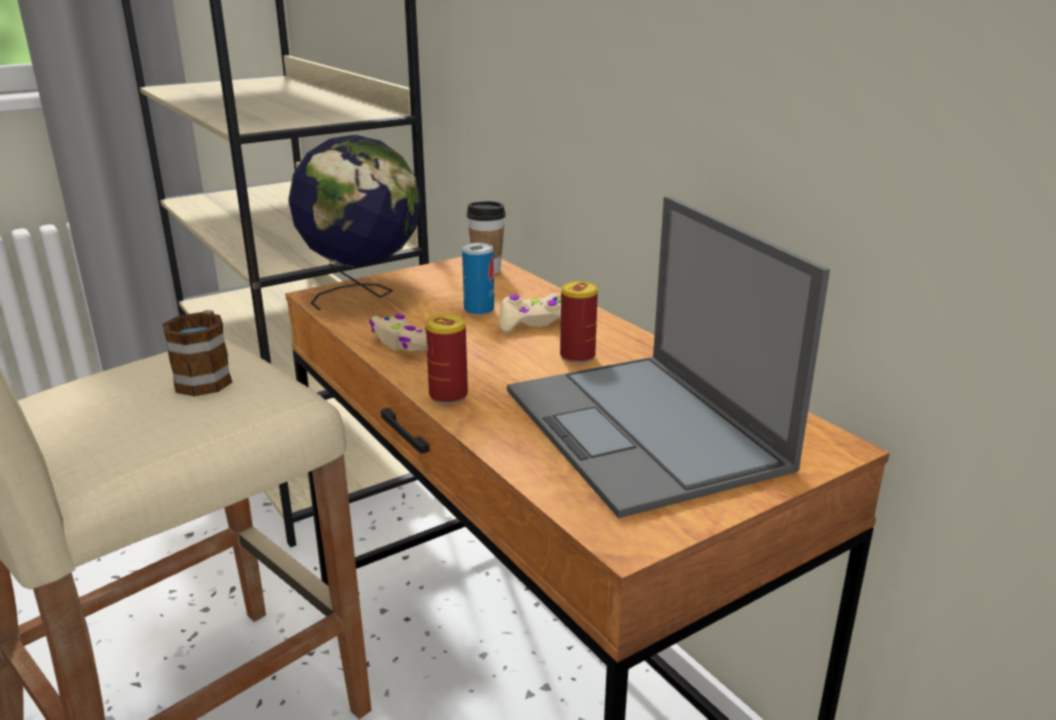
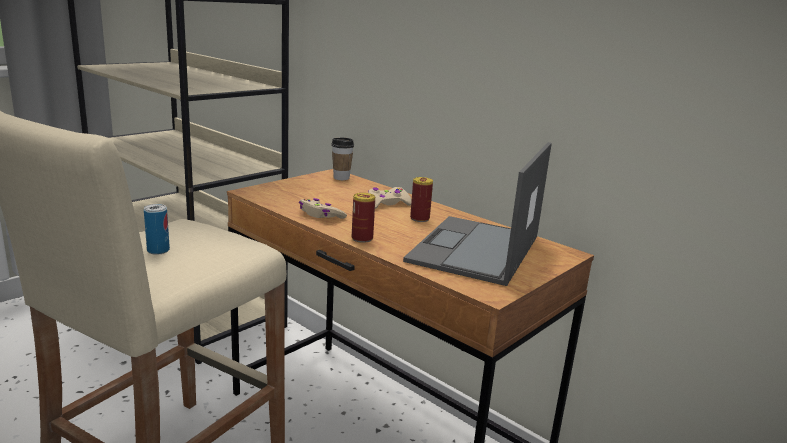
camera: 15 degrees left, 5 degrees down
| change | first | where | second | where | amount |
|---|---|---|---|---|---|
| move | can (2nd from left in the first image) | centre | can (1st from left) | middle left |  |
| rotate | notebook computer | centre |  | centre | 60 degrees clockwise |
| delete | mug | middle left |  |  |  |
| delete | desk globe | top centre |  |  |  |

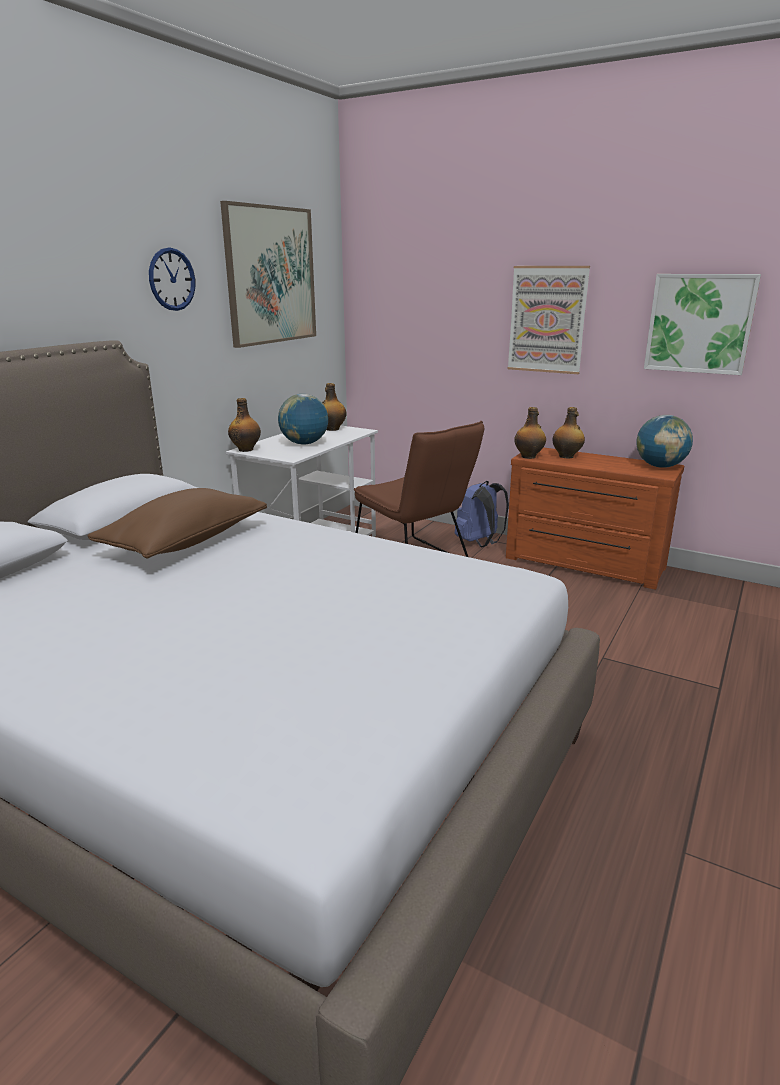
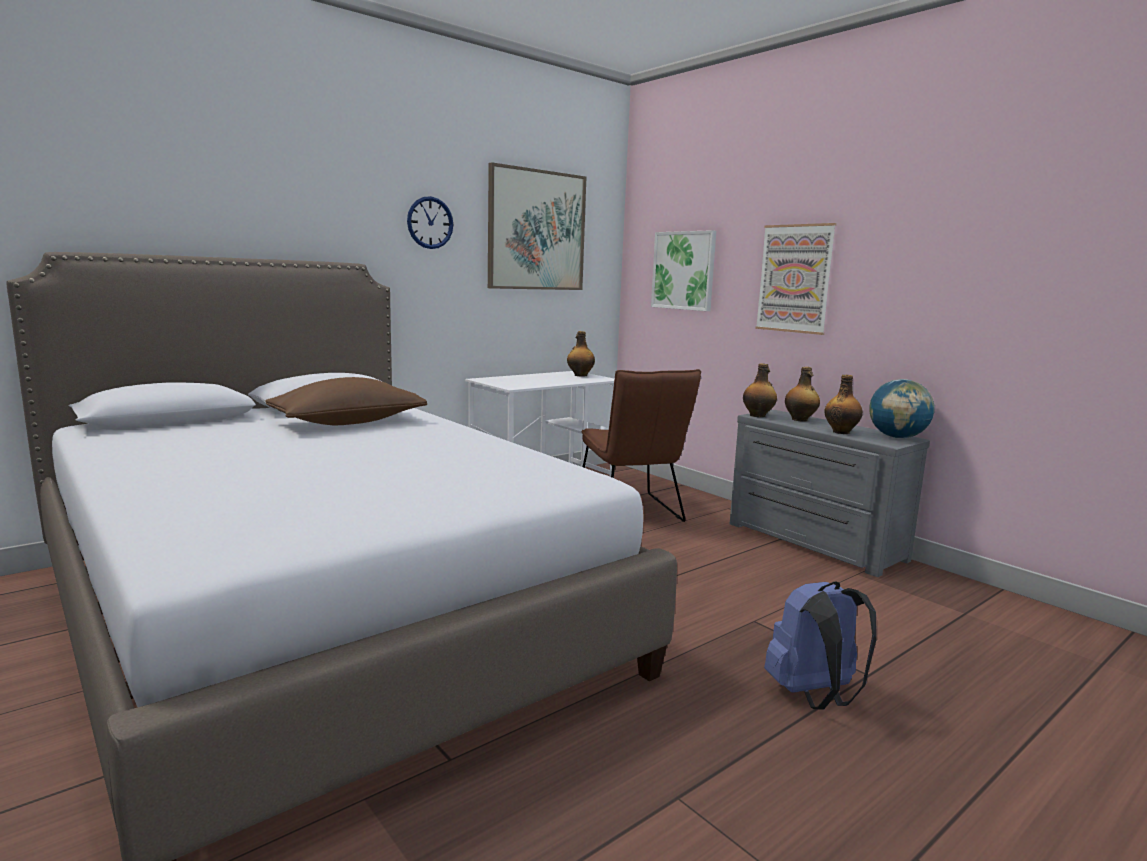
camera: 20 degrees right, 10 degrees down
| change | first | where | second | where | amount |
|---|---|---|---|---|---|
| move | wall art (3rd from left in the first image) | top right | wall art (2nd from left) | top centre |  |
| recolor | brown-coloured drawer chest | middle right | grey drawer chest | middle right |  |
| move | blue-coloured knapsack | centre |  | bottom right |  |
| move | drink bottle (1st from left in the first image) | middle left | drink bottle (4th from left) | middle right |  |
| delete | desk globe (1st from left) | centre |  |  |  |

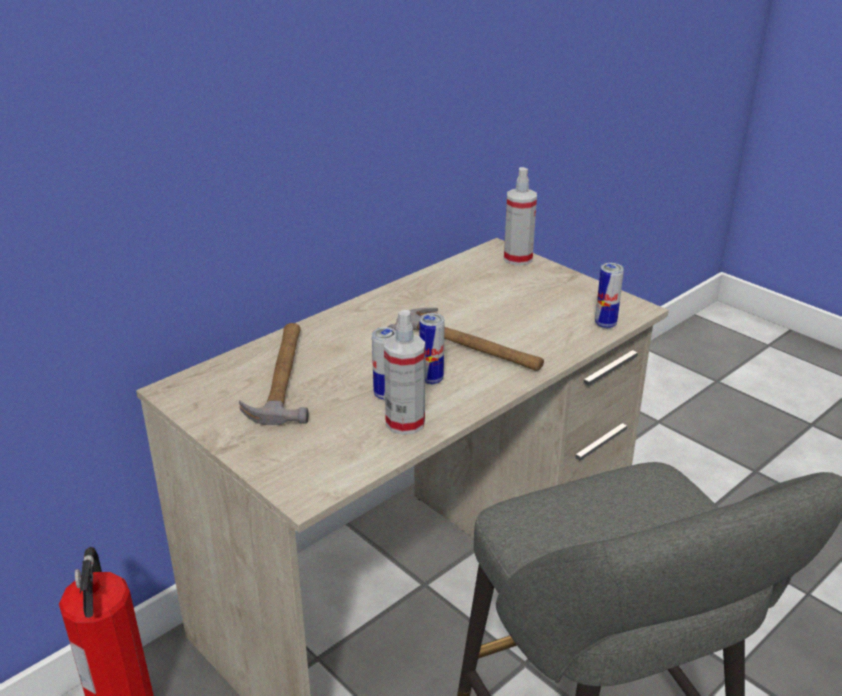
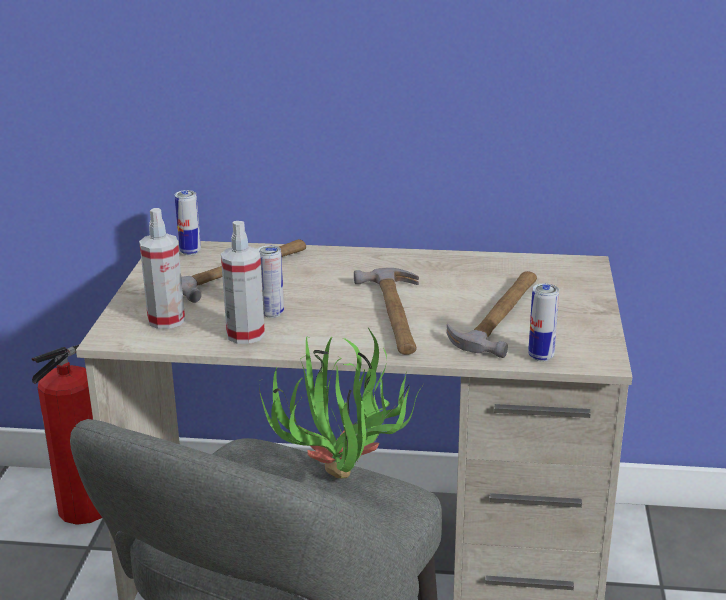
camera: 50 degrees right, 5 degrees down
| change | first | where | second | where | amount |
|---|---|---|---|---|---|
| move | spray bottle (2nd from left in the first image) | top centre | spray bottle (1st from left) | middle left |  |
| move | can (2nd from left in the first image) | centre | can (1st from left) | middle left |  |
| insert |  |  | houseplant | bottom centre |  |
| insert |  |  | hammer (3rd from left) | middle right |  |

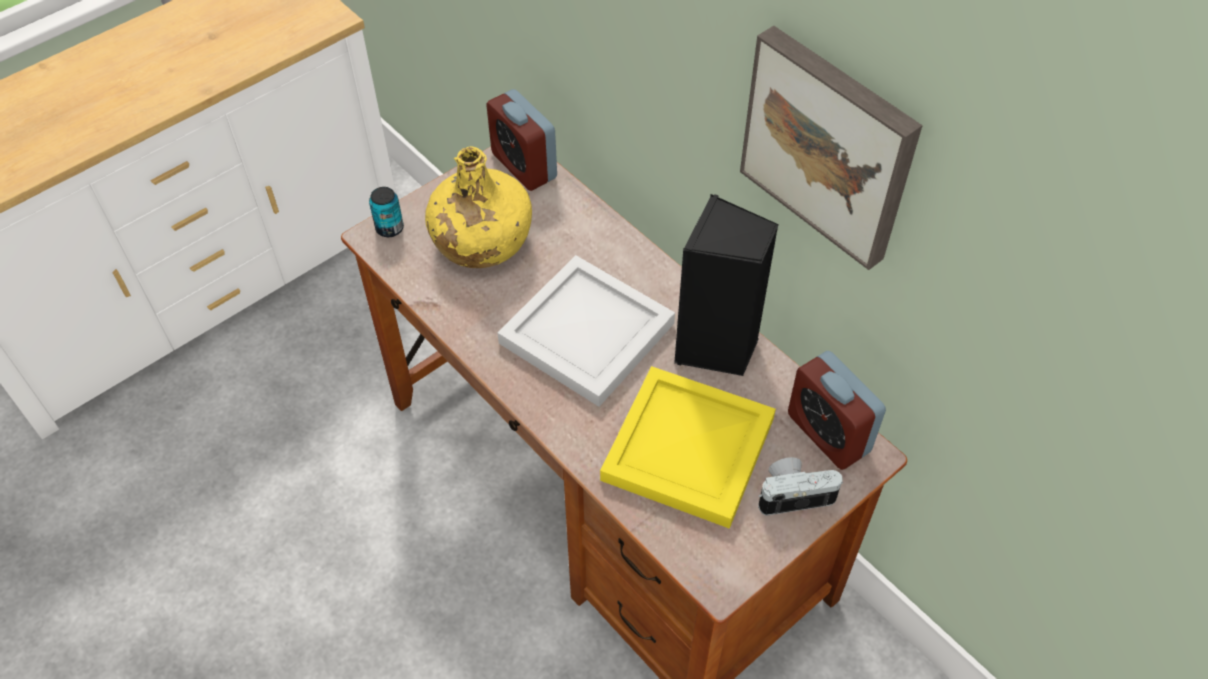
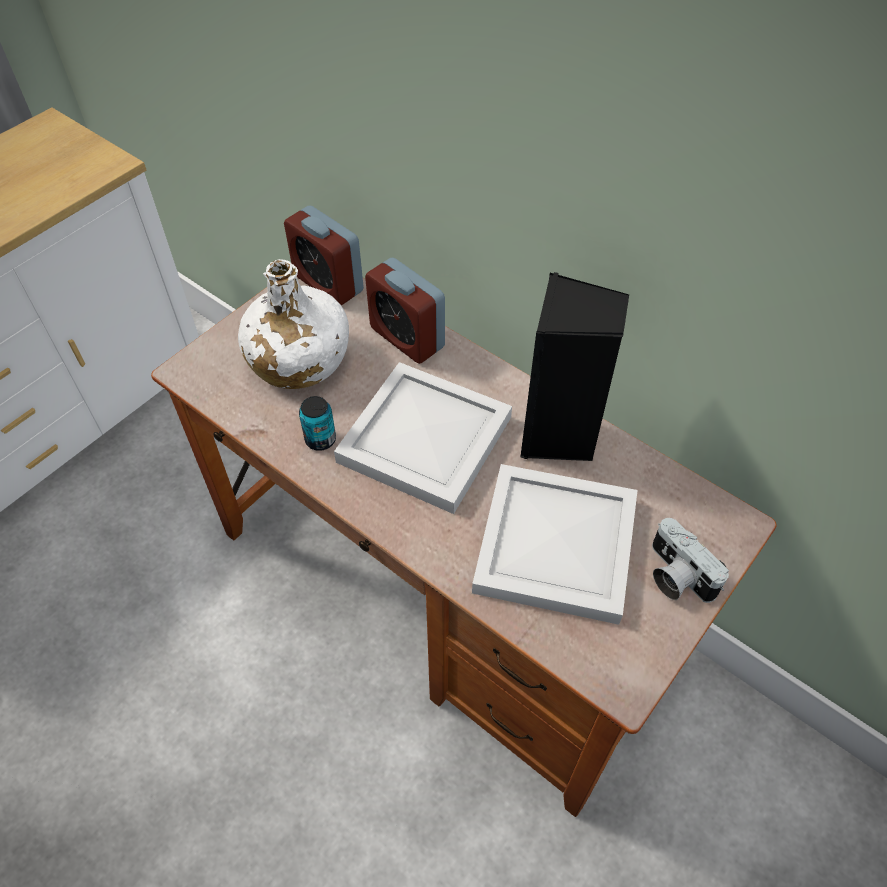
camera: 10 degrees left, 0 degrees up
| change | first | where | second | where | amount |
|---|---|---|---|---|---|
| recolor | yellow-coloured drink bottle | top centre | white drink bottle | middle left |  |
| move | can | top left |  | centre |  |
| move | alarm clock (2nd from left) | middle right |  | centre |  |
| recolor | yellow-coloured serving tray | centre | white serving tray (2nd from left) | centre |  |
| rotate | photo camera | bottom centre |  | middle right | 105 degrees counterclockwise |
| delete | wall art | top right |  |  |  |

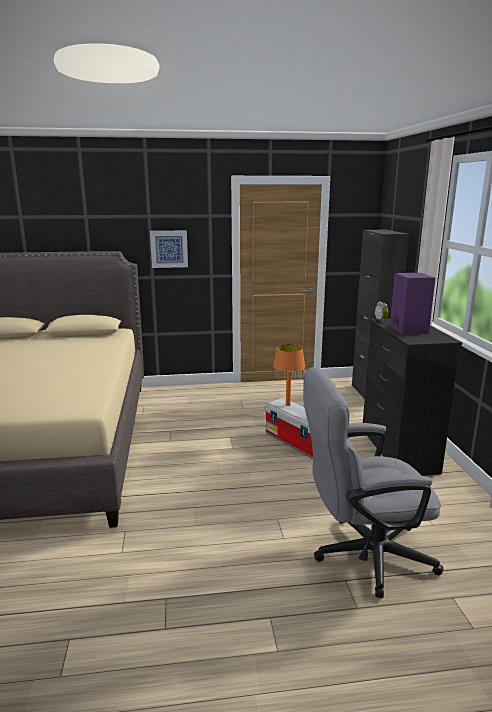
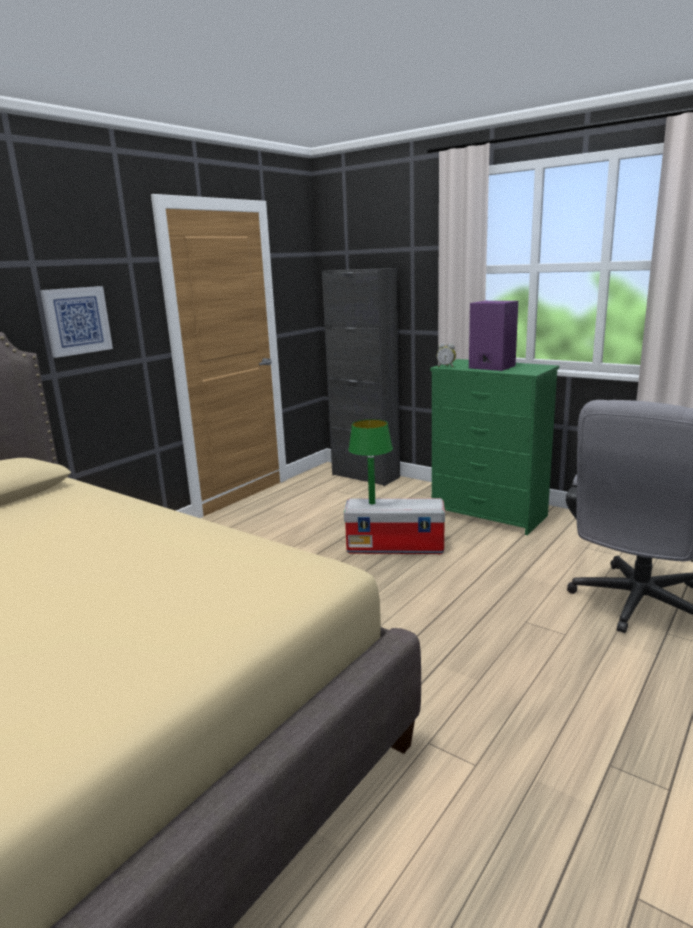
camera: 45 degrees left, 0 degrees up
| change | first | where | second | where | amount |
|---|---|---|---|---|---|
| recolor | orange lamp for a table | centre | green lamp for a table | centre |  |
| recolor | black-coloured drawer chest | middle right | green drawer chest | middle right |  |

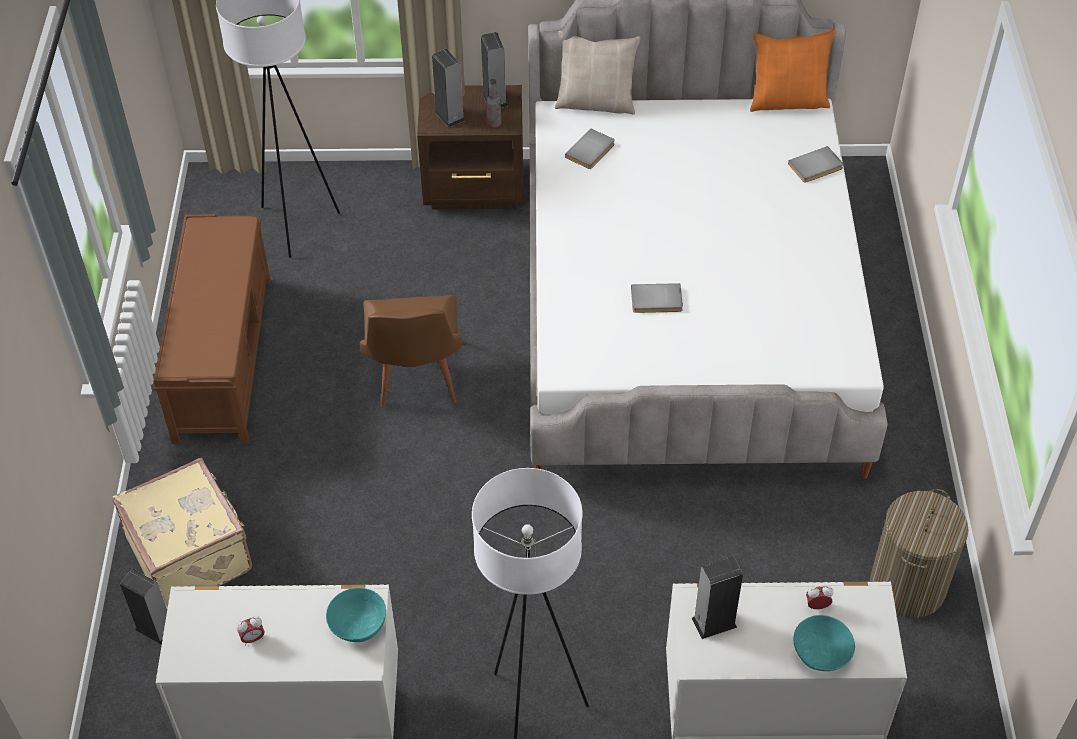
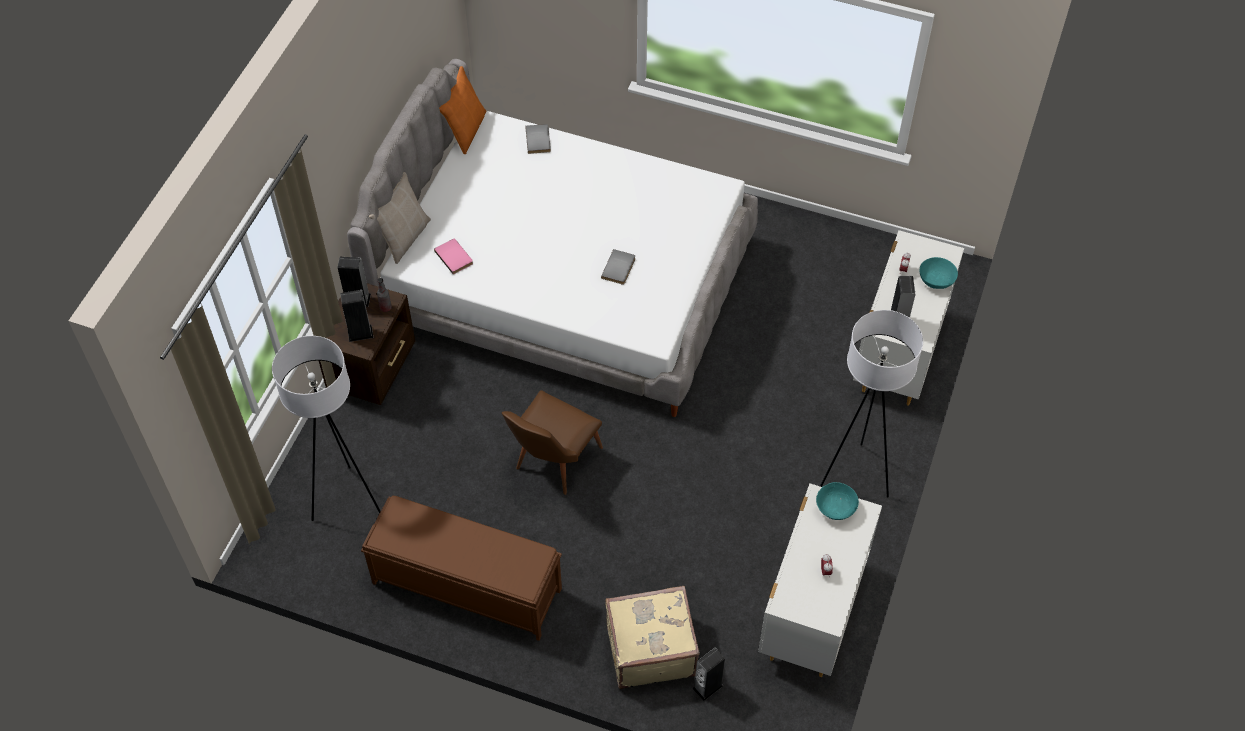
camera: 70 degrees left, 5 degrees up
| change | first | where | second | where | amount |
|---|---|---|---|---|---|
| recolor | grey bound book (1st from left) | top centre | pinkish bound book | centre |  |
| rotate | brown-coloured chair | centre |  | centre | 105 degrees clockwise |
| delete | laundry basket | bottom right |  |  |  |

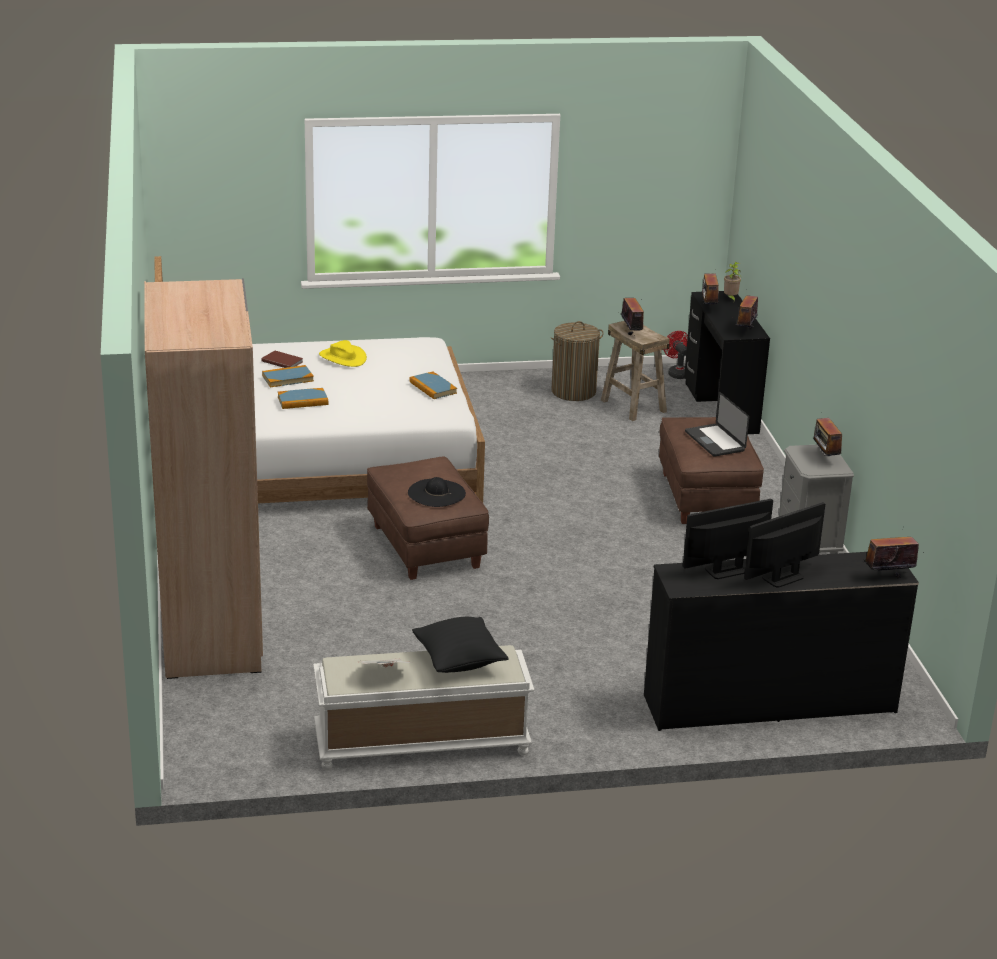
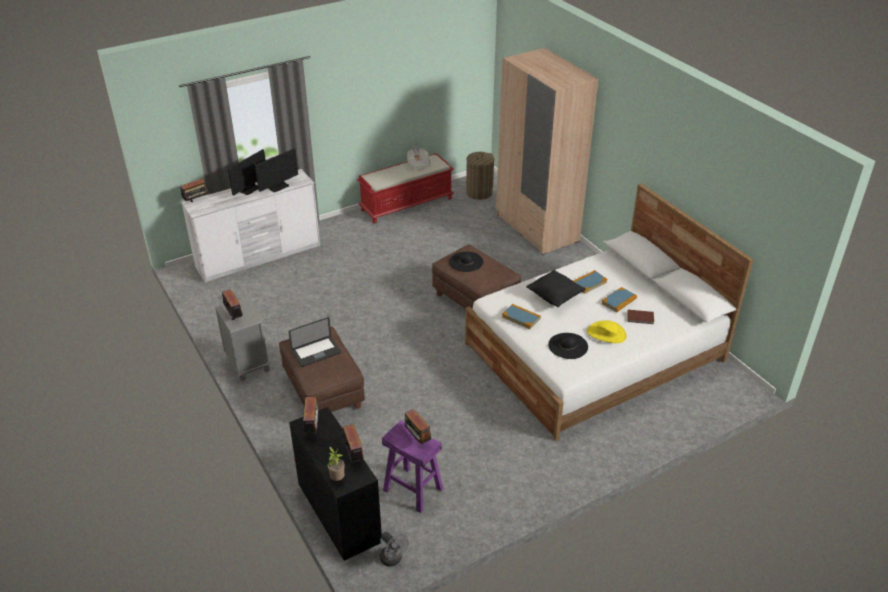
camera: 160 degrees right, 10 degrees up
| change | first | where | second | where | amount |
|---|---|---|---|---|---|
| recolor | black-coloured drawer chest | bottom right | white drawer chest | middle left |  |
| rotate | notebook computer | middle right |  | centre | 105 degrees clockwise |
| recolor | white long seat | bottom centre | red-coloured long seat | top centre |  |
| recolor | red-coloured electric fan | middle right | grey electric fan | bottom centre |  |
| recolor | beige-coloured stool seat | centre | purplish stool seat | bottom centre |  |
| move | laundry basket | centre |  | top centre |  |
| move | black-coloured pillow | bottom centre |  | centre |  |
| insert |  |  | black-coloured hat (2nd from left) | centre |  |

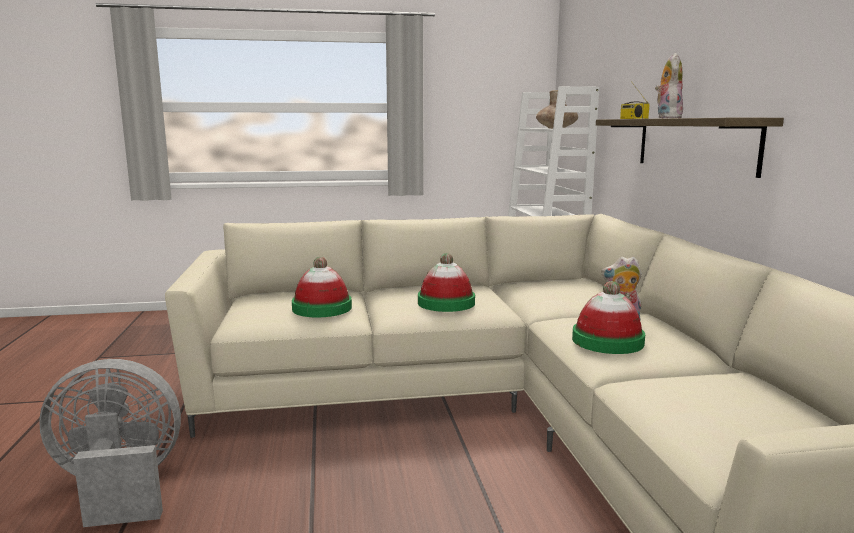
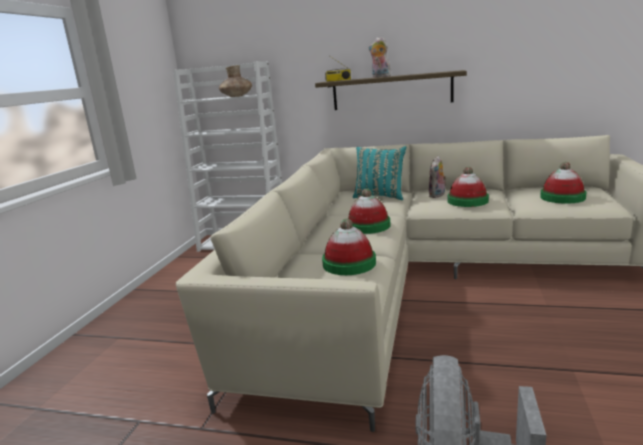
camera: 65 degrees left, 5 degrees up
| change | first | where | second | where | amount |
|---|---|---|---|---|---|
| insert |  |  | turquoise-coloured pillow | centre |  |
| insert |  |  | hat (4th from left) | middle right |  |

